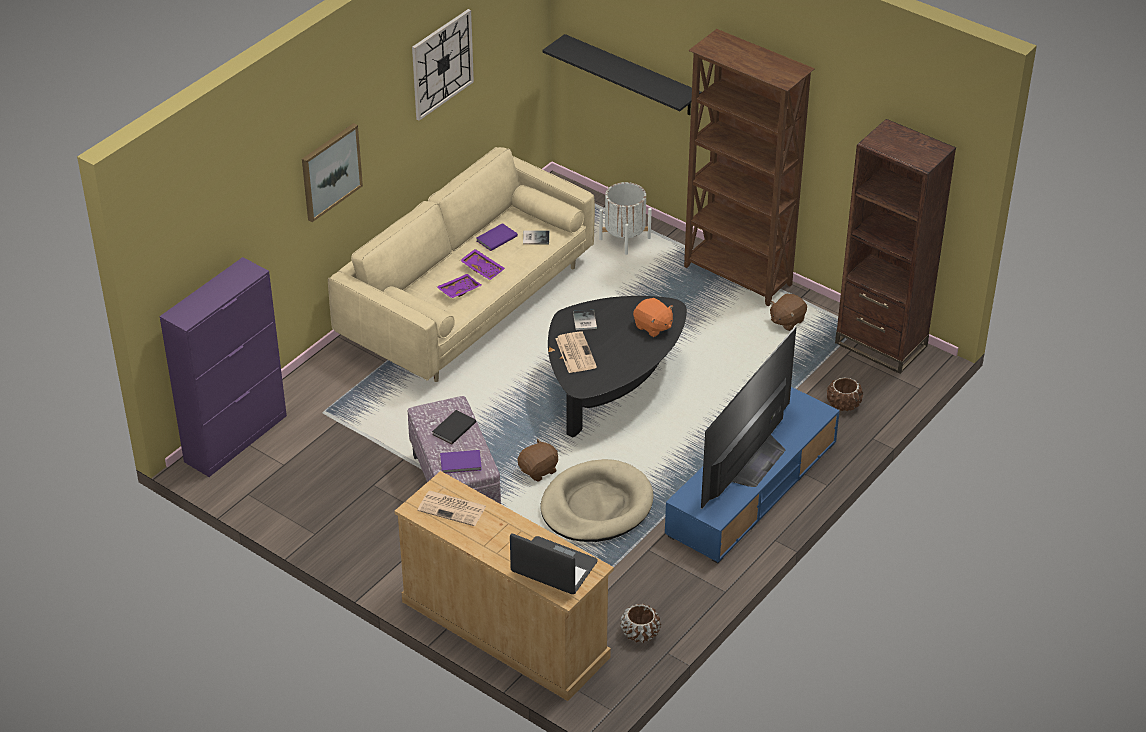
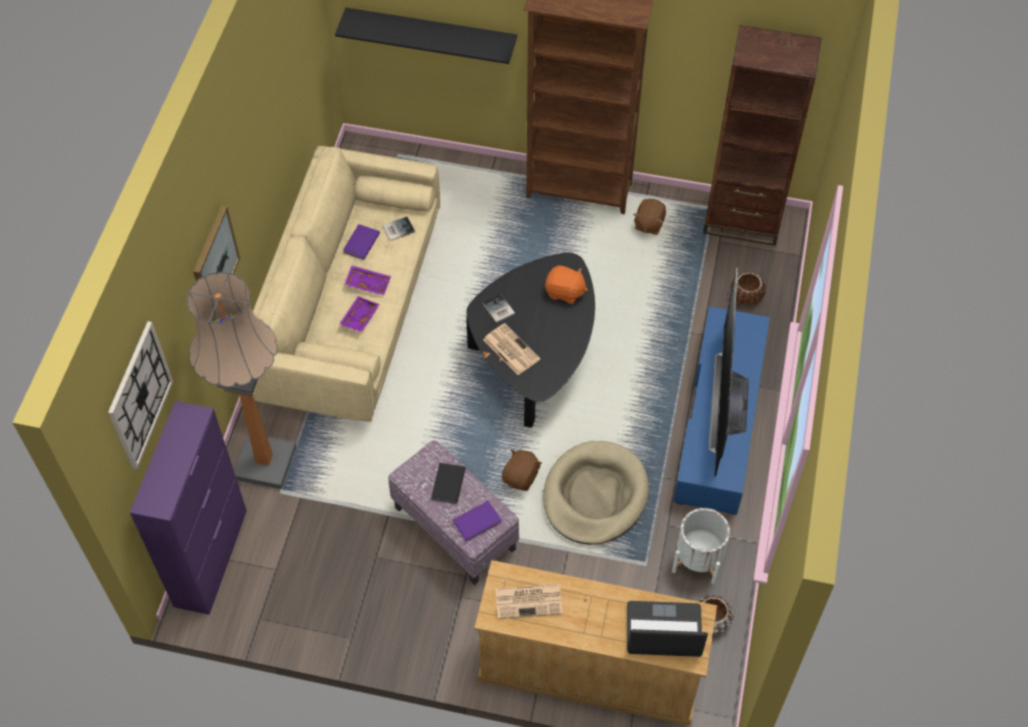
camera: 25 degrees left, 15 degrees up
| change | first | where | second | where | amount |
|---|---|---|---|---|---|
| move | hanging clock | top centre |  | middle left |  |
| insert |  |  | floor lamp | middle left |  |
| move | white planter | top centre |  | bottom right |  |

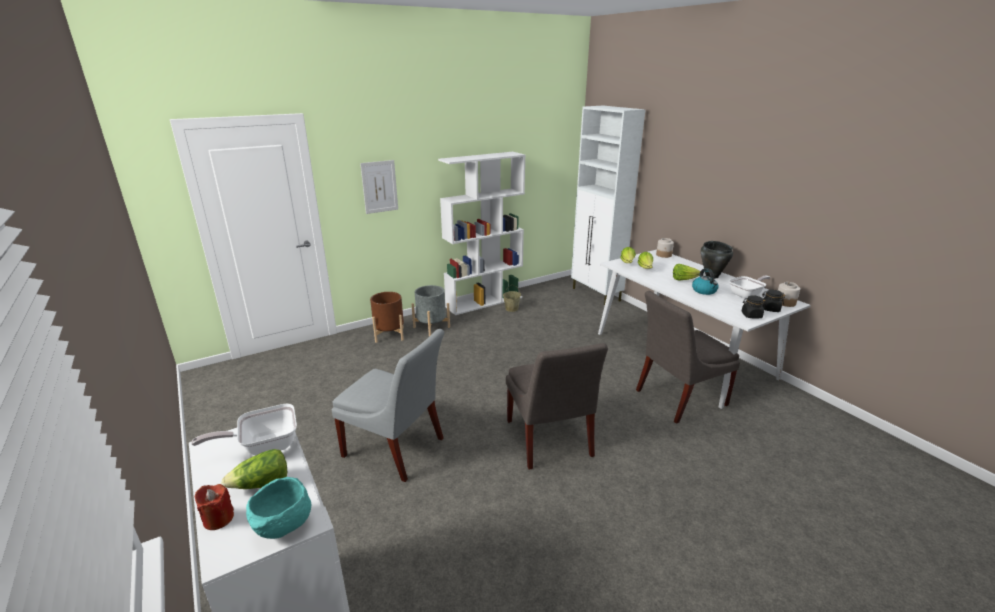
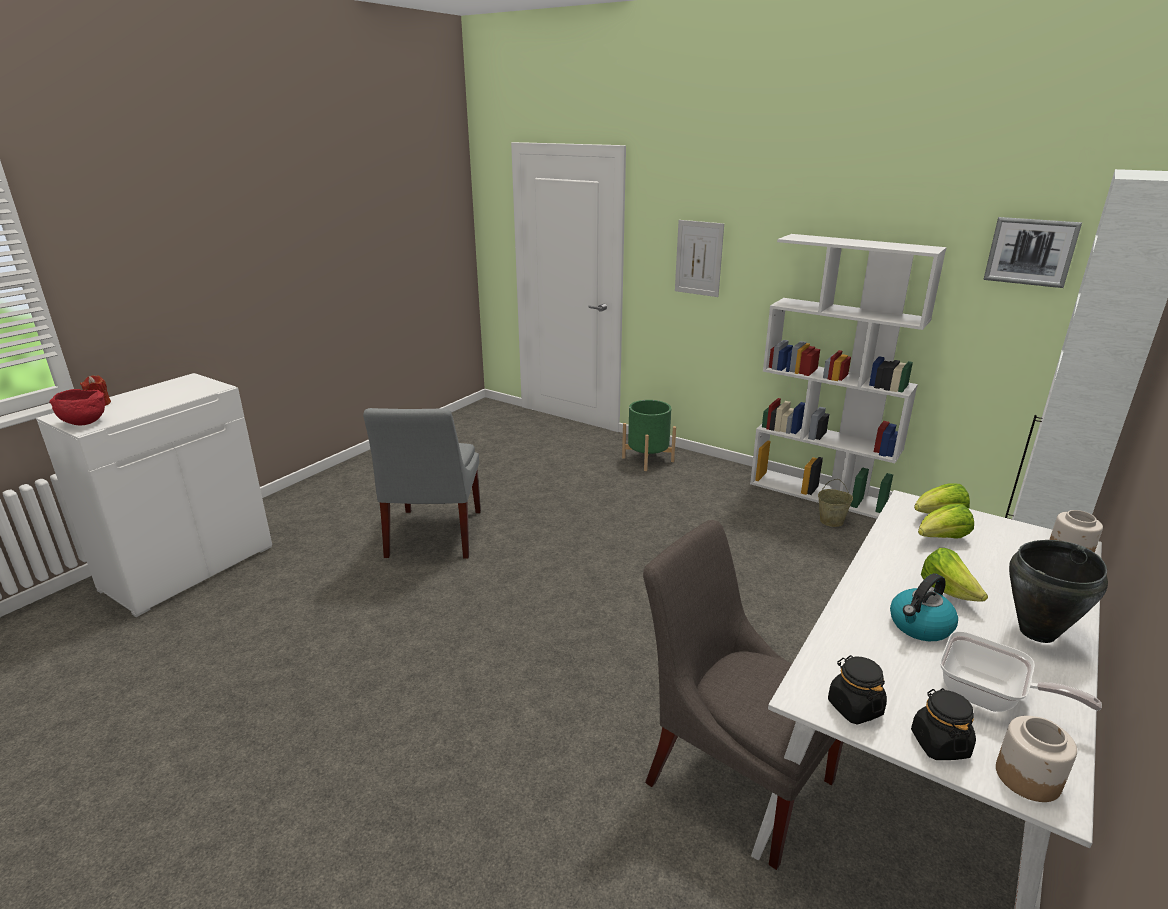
camera: 65 degrees right, 0 degrees up
| change | first | where | second | where | amount |
|---|---|---|---|---|---|
| recolor | turquoise-coloured deep dish | bottom left | red-coloured deep dish | middle left |  |
| recolor | brown-coloured planter | centre | green planter | centre |  |
| insert |  |  | wall art (2nd from left) | top right |  |
| delete | pan (1st from left) | bottom left |  |  |  |
| delete | lettuce (1st from left) | bottom left |  |  |  |
| delete | grey planter | centre |  |  |  |
| delete | grey chair (2nd from left) | centre |  |  |  |

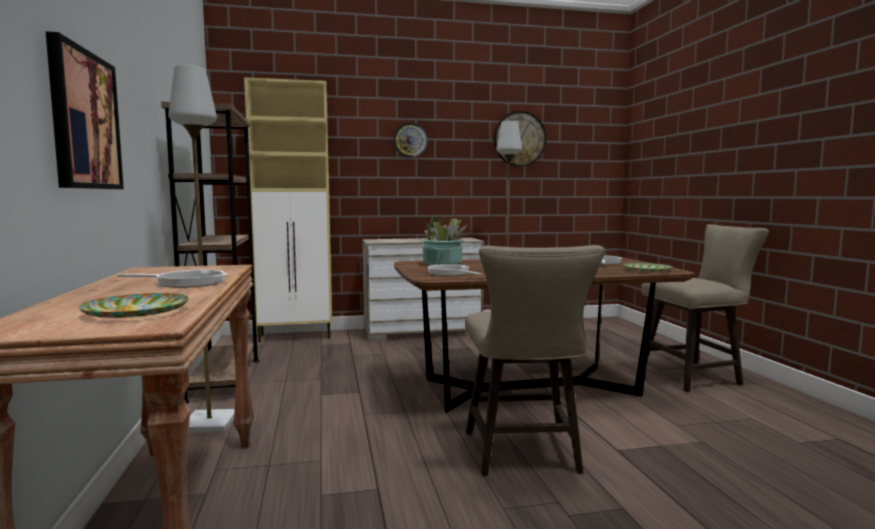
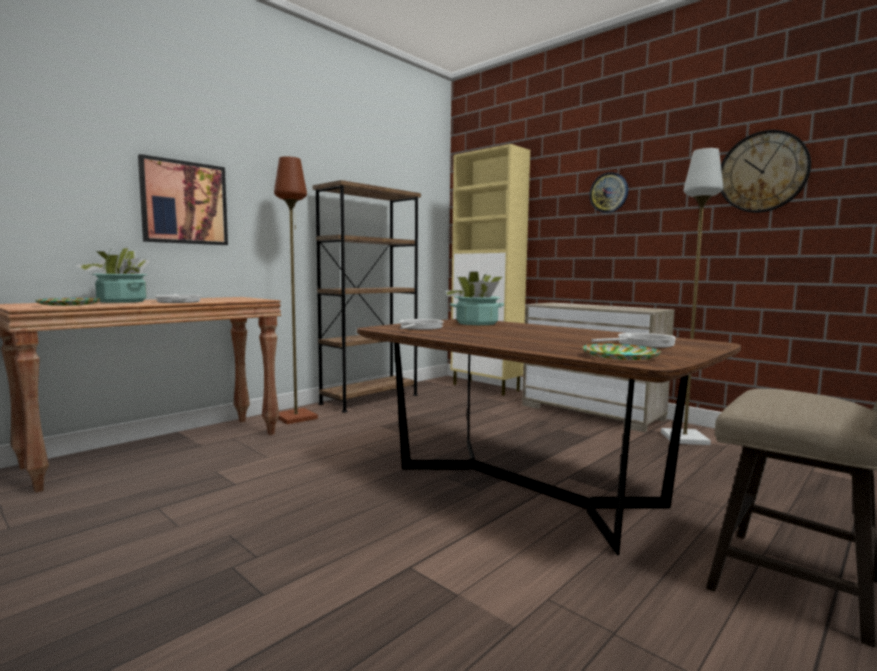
camera: 55 degrees right, 0 degrees up
| change | first | where | second | where | amount |
|---|---|---|---|---|---|
| insert |  |  | houseplant (1st from left) | middle left |  |
| recolor | grey floor lamp (1st from left) | middle left | brown-coloured floor lamp | centre |  |
| delete | beige-coloured stool seat (1st from left) | bottom centre |  |  |  |

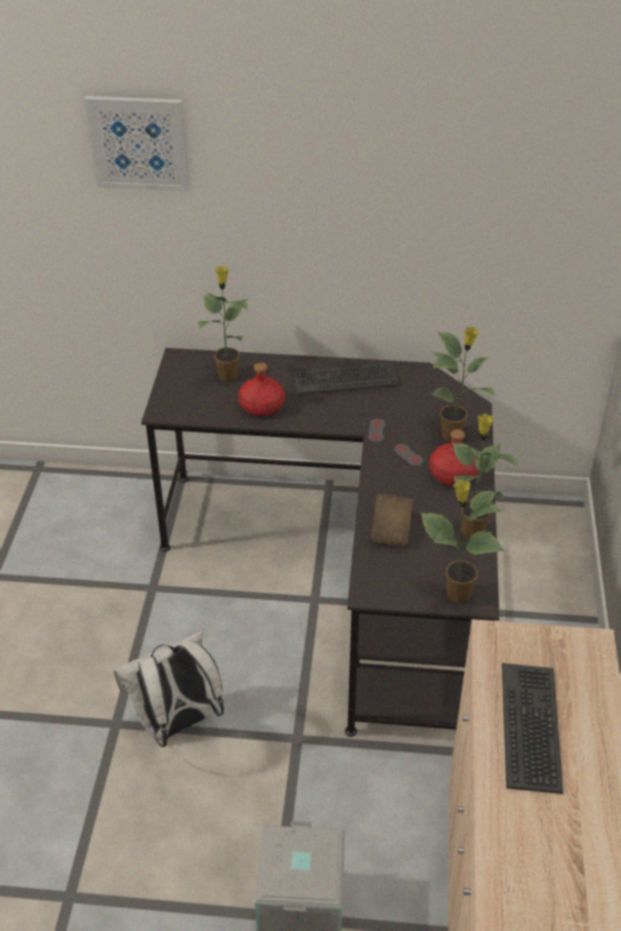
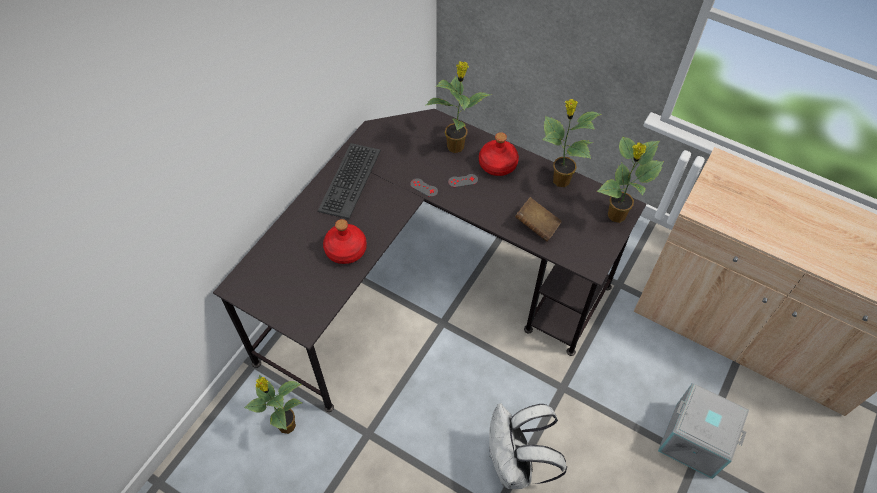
camera: 65 degrees left, 15 degrees up
| change | first | where | second | where | amount |
|---|---|---|---|---|---|
| move | houseplant (1st from left) | centre |  | bottom left |  |
| delete | wall art | top left |  |  |  |
| delete | PC keyboard (2nd from left) | bottom right |  |  |  |

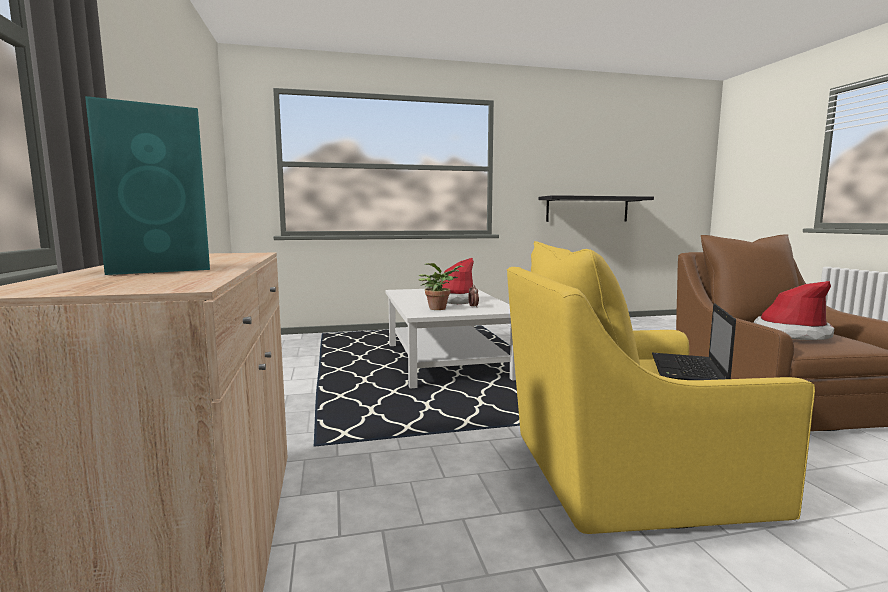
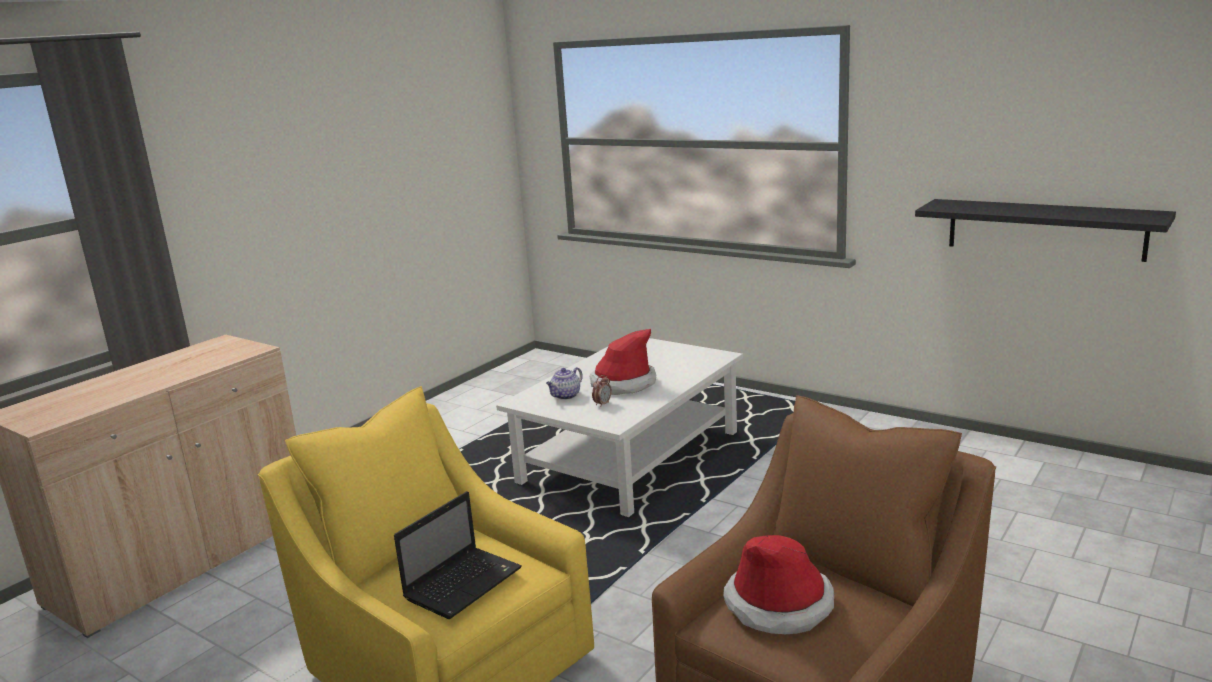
camera: 50 degrees right, 10 degrees up
| change | first | where | second | where | amount |
|---|---|---|---|---|---|
| rotate | notebook computer | middle right |  | bottom centre | 150 degrees clockwise |
| replace | houseplant | centre | teapot | centre |  |
| delete | turquoise-coloured speaker | top left |  |  |  |

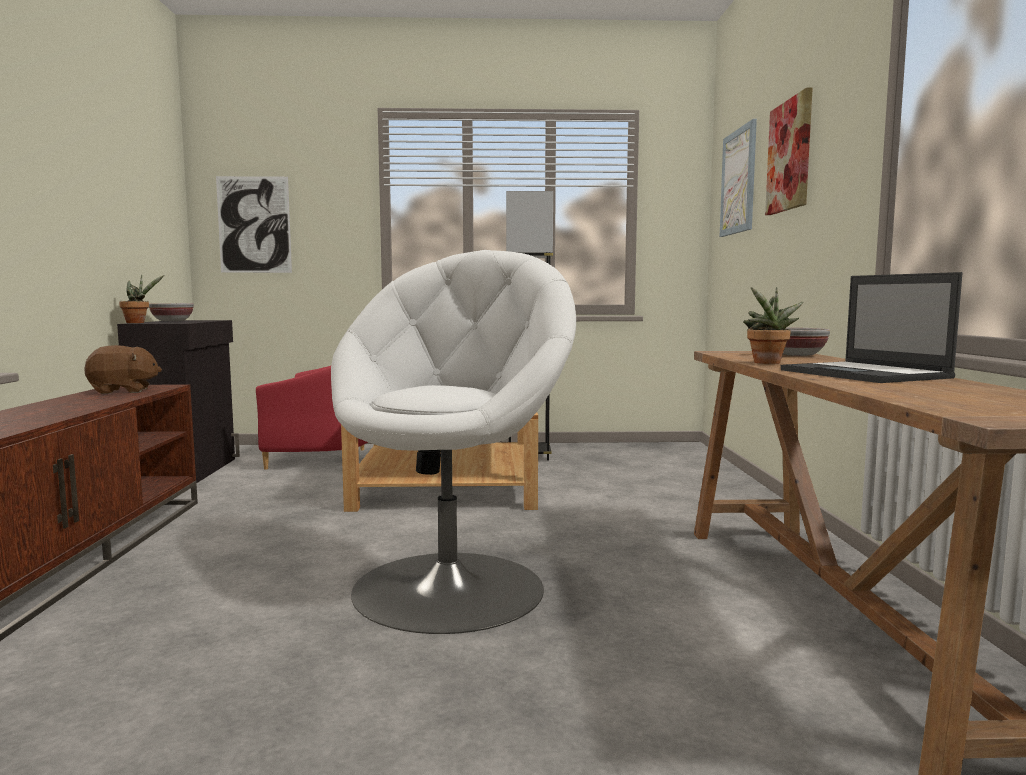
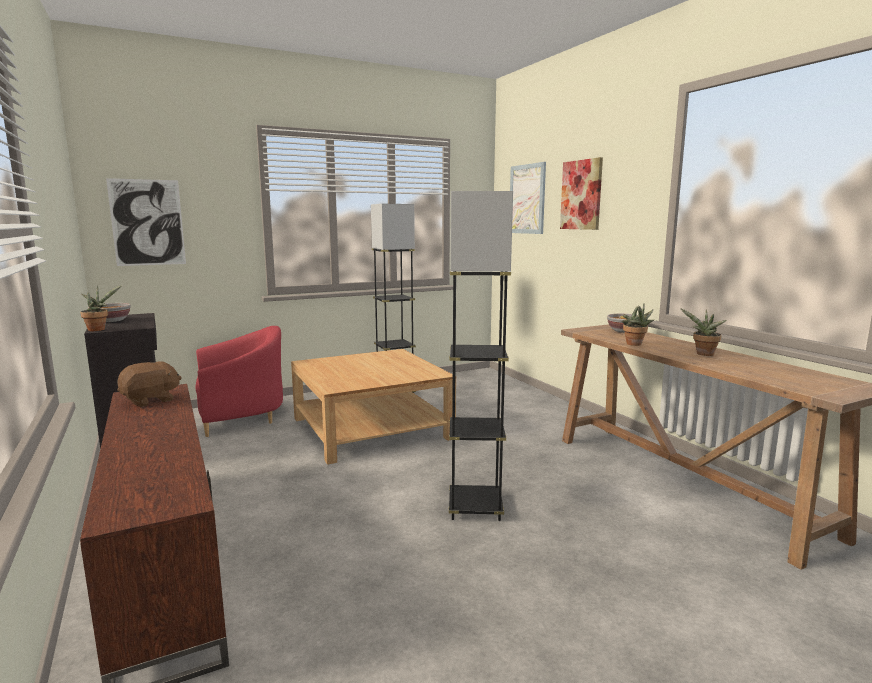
camera: 25 degrees left, 5 degrees up
| change | first | where | second | where | amount |
|---|---|---|---|---|---|
| replace | white armchair | centre | grey floor lamp (2nd from left) | centre |  |
| replace | notebook computer | middle right | houseplant (3rd from left) | middle right |  |

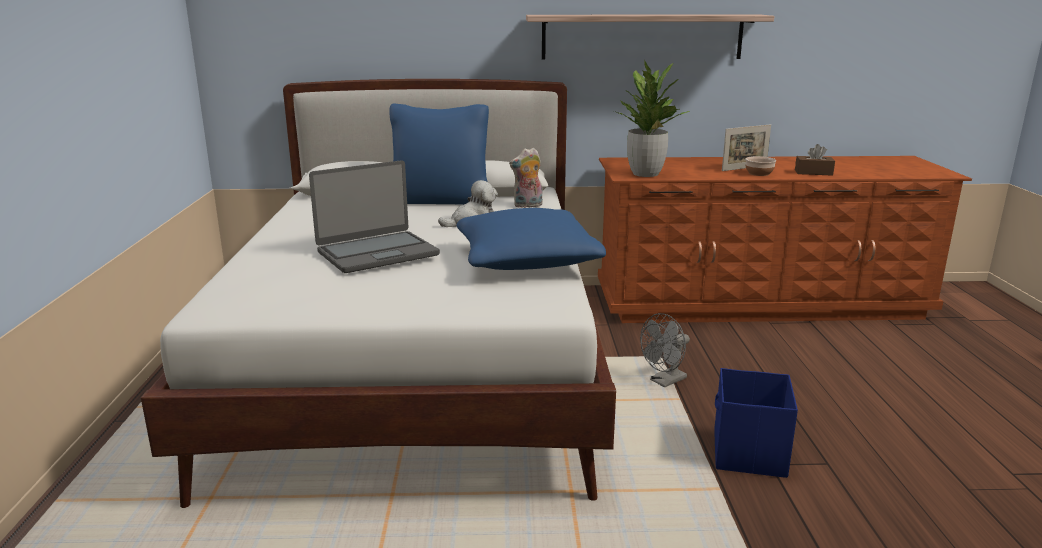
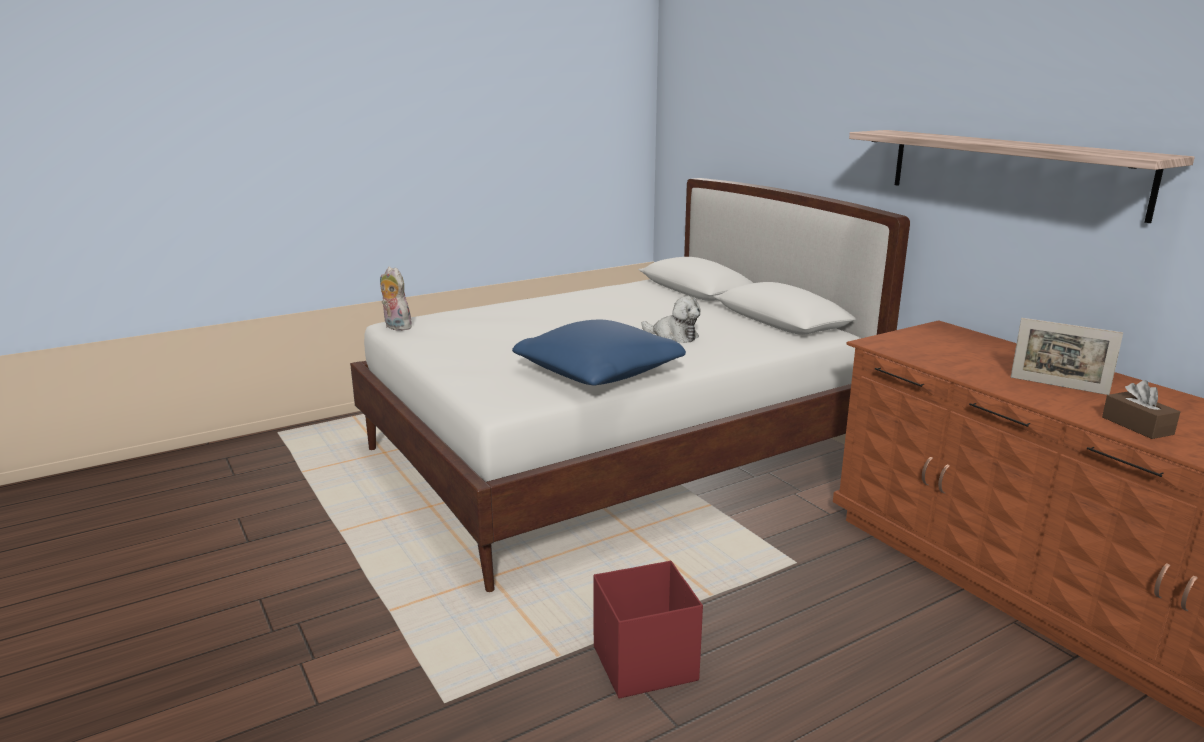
camera: 60 degrees right, 0 degrees up
| change | first | where | second | where | amount |
|---|---|---|---|---|---|
| move | plush toy (2nd from left in the first image) | top centre | plush toy (1st from left) | middle left |  |
| recolor | blue-coloured storage bin | bottom right | red-coloured storage bin | bottom centre |  |
| delete | notebook computer | centre |  |  |  |
| delete | blue-coloured pillow (1st from left) | top centre |  |  |  |
| delete | houseplant | top centre |  |  |  |
| delete | grey electric fan | centre |  |  |  |
| delete | deep dish | top right |  |  |  |

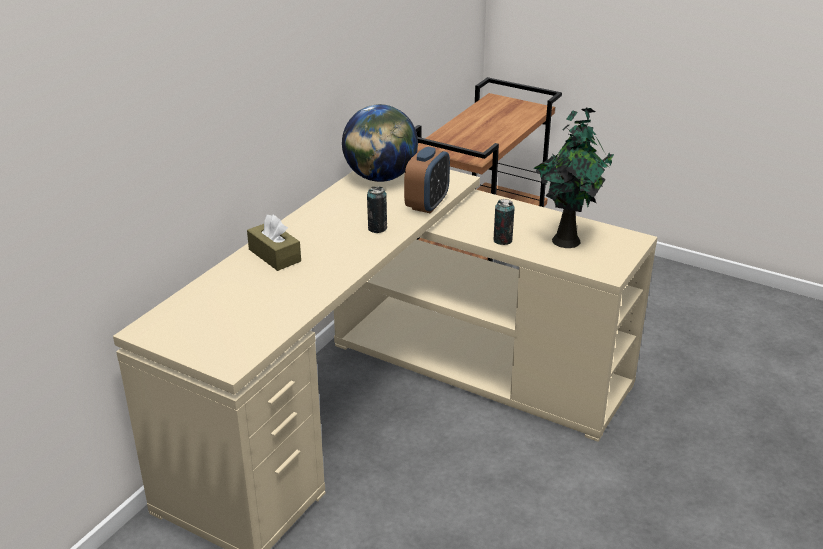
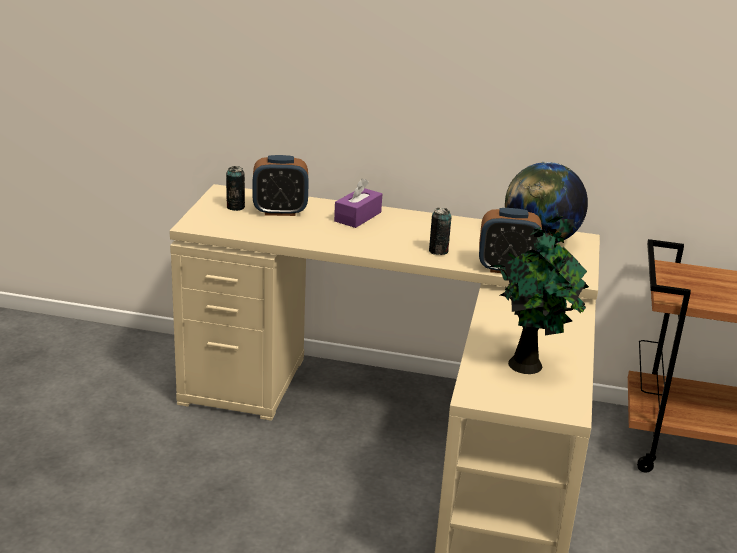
camera: 70 degrees right, 5 degrees down
| change | first | where | second | where | amount |
|---|---|---|---|---|---|
| move | can (2nd from left in the first image) | centre | can (1st from left) | middle left |  |
| insert |  |  | alarm clock (1st from left) | centre |  |
| recolor | brown-coloured tissue holder | middle left | purplish tissue holder | centre |  |

